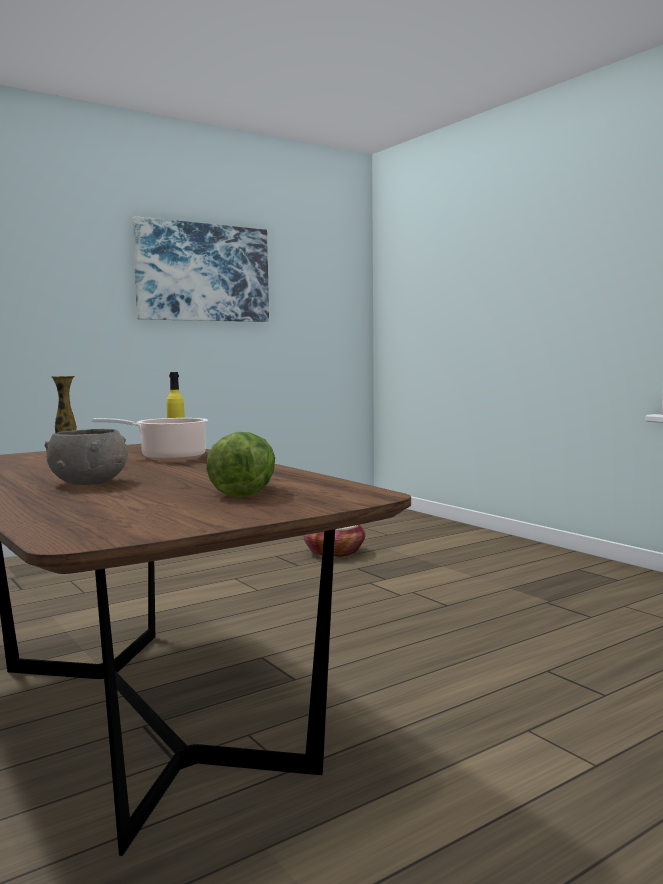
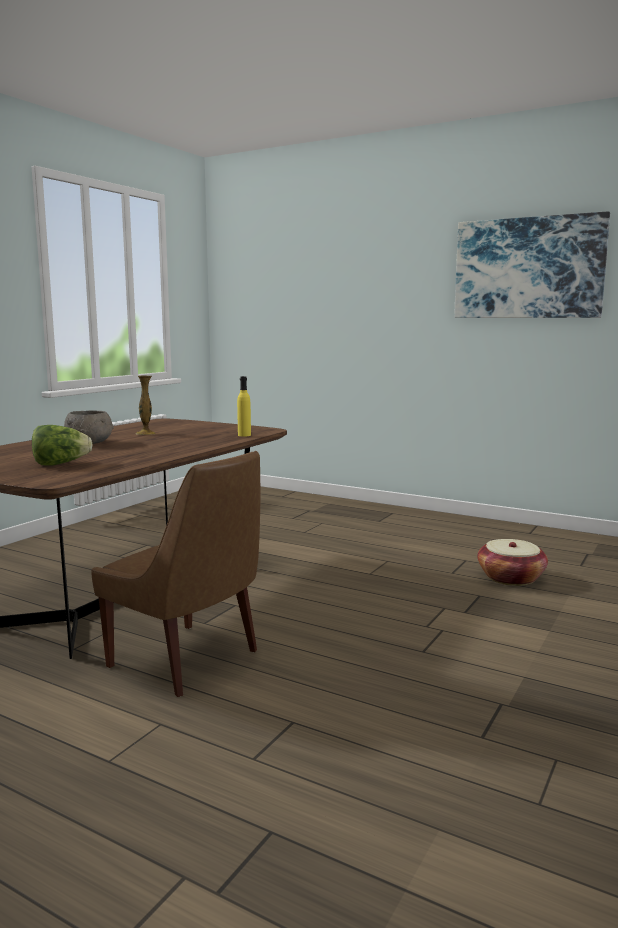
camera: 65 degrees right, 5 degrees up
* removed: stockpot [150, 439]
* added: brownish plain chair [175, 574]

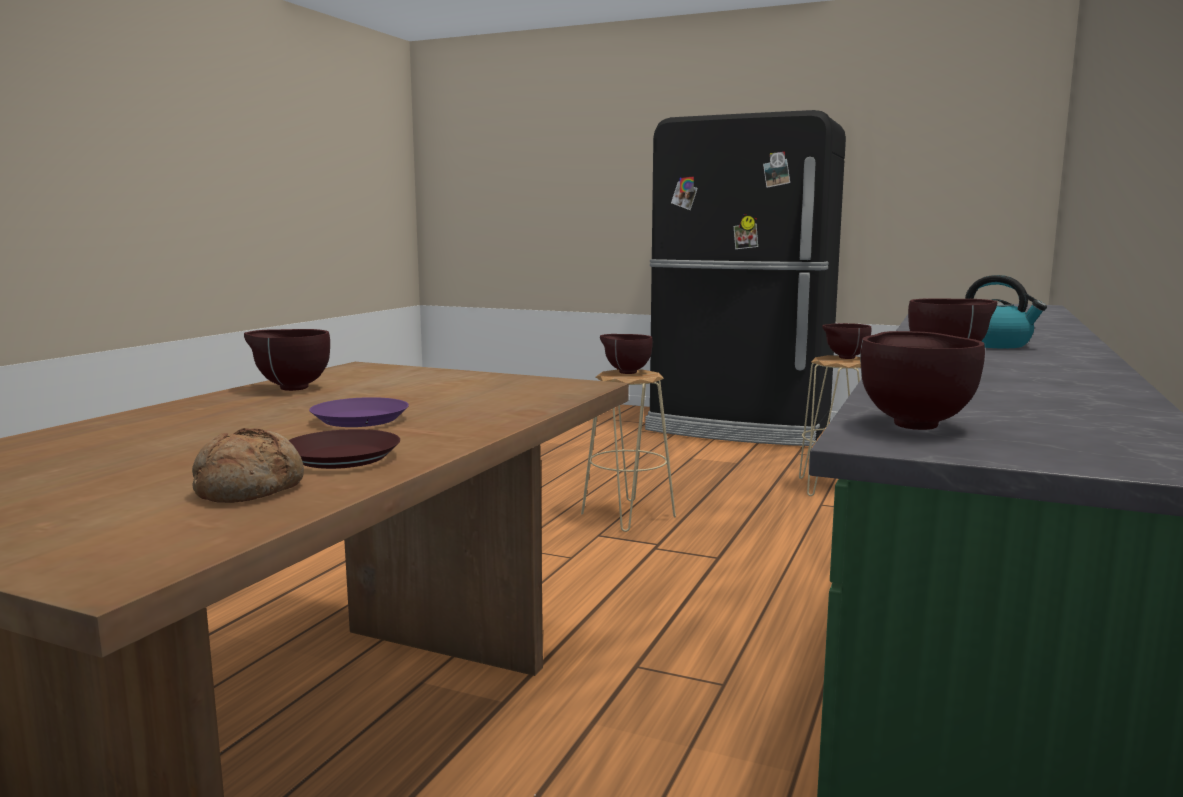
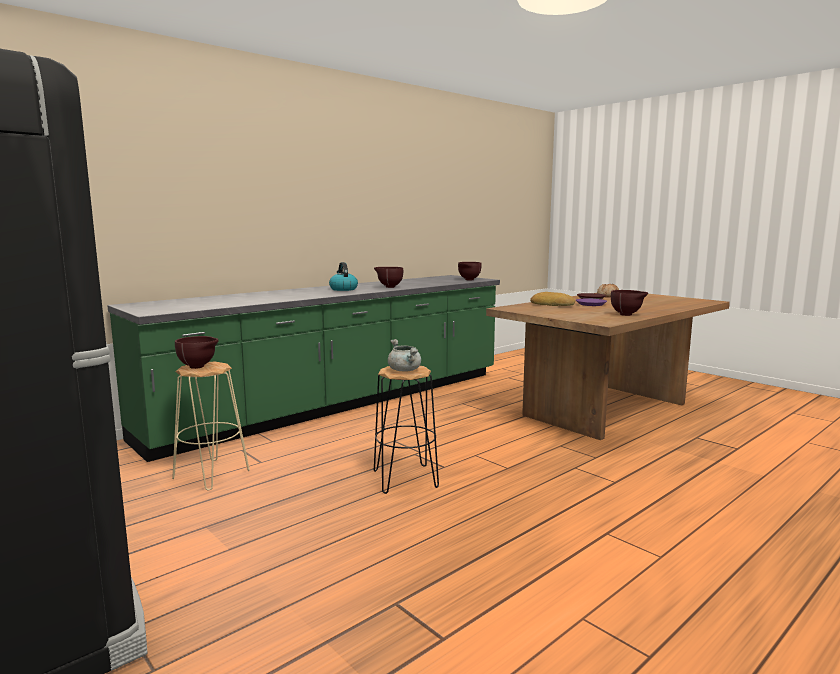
camera: 155 degrees left, 0 degrees up
* replaced: brownish serving bowl [626, 354] to grey stockpot [404, 355]
* recoloured: beige-coloured sitting stool [628, 450] to black-coloured sitting stool [406, 430]
* added: baked bread [552, 299]

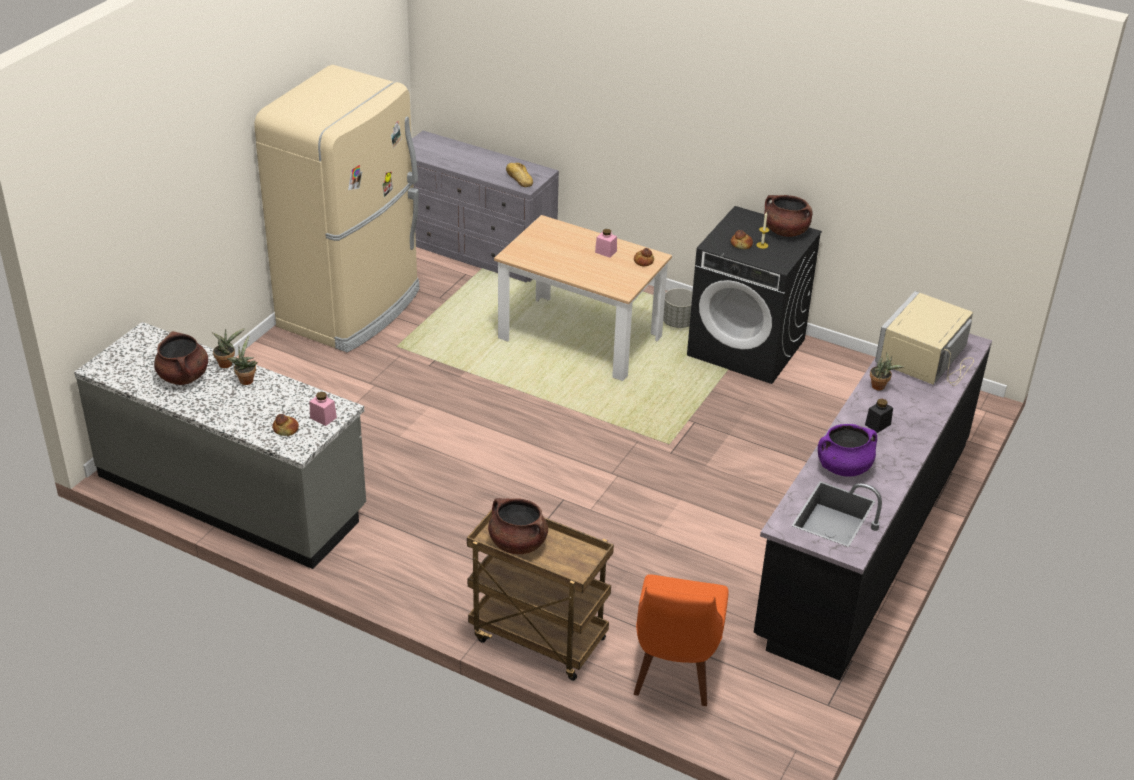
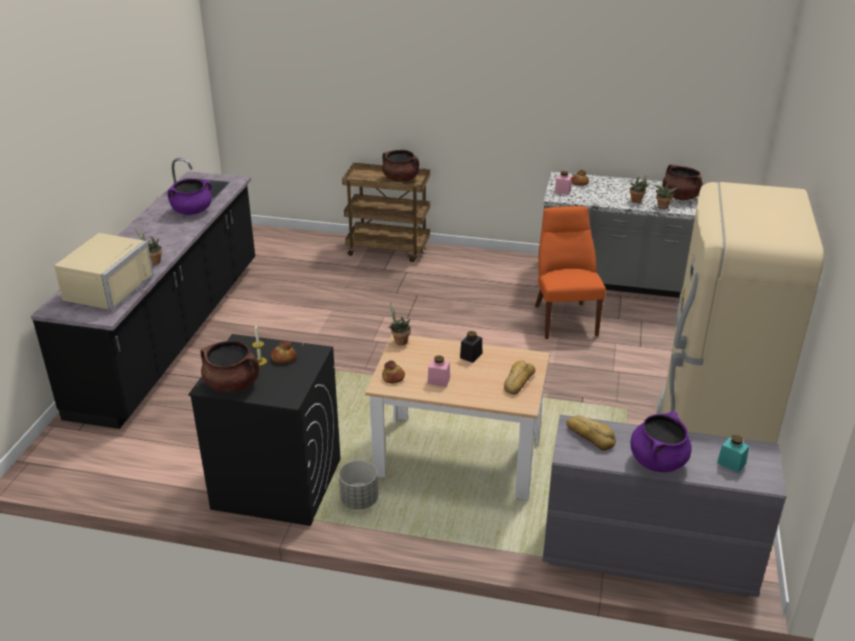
camera: 165 degrees right, 5 degrees down
* moved: black-coloured jar [879, 416] to [471, 347]
* moved: orangey plain chair [681, 640] to [570, 272]
* added: potted plant [399, 323]
* added: baked bread [519, 377]
* added: purple stockpot [661, 441]
* added: turquoise-coloured jar [733, 454]

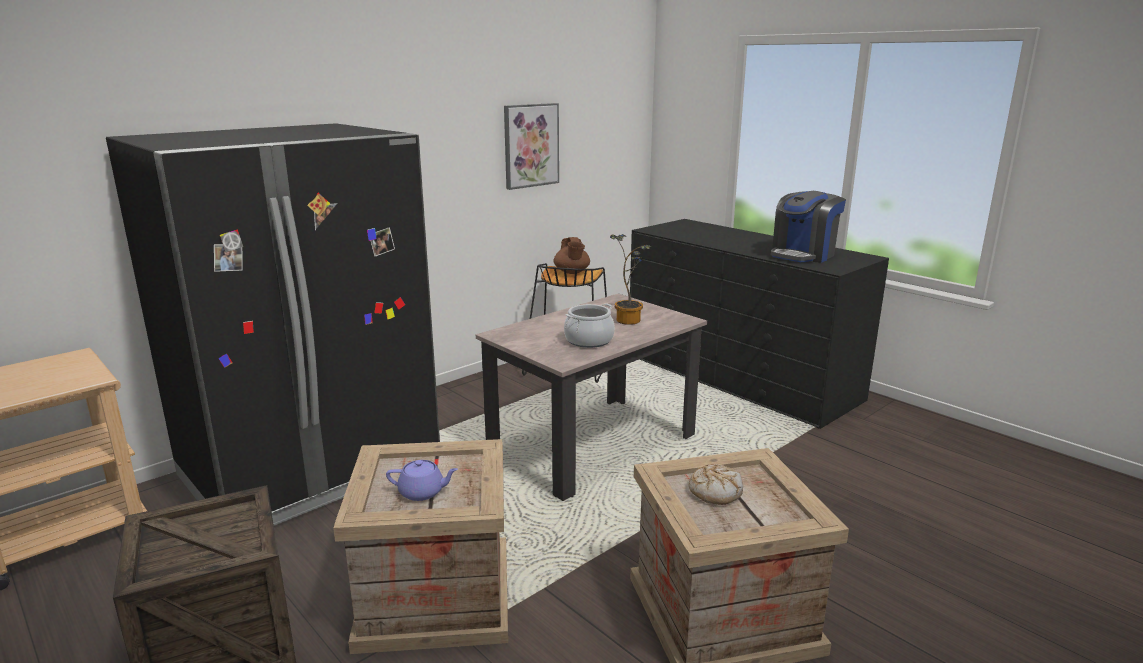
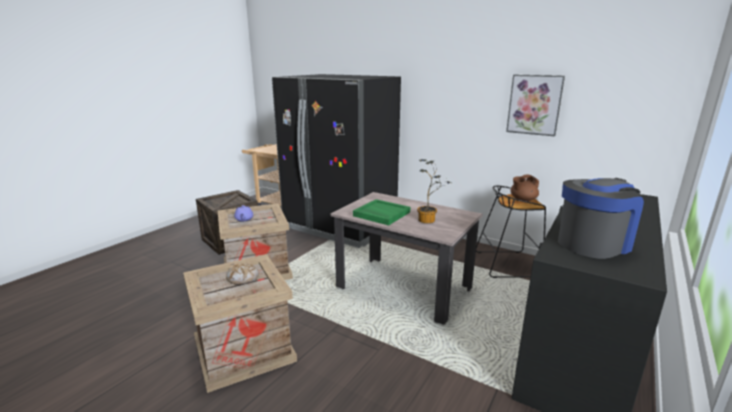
camera: 75 degrees right, 0 degrees up
* turned: coffee brewer [808, 227] = [601, 218] 120 degrees clockwise
* replaced: stockpot [589, 325] to green tray [381, 212]

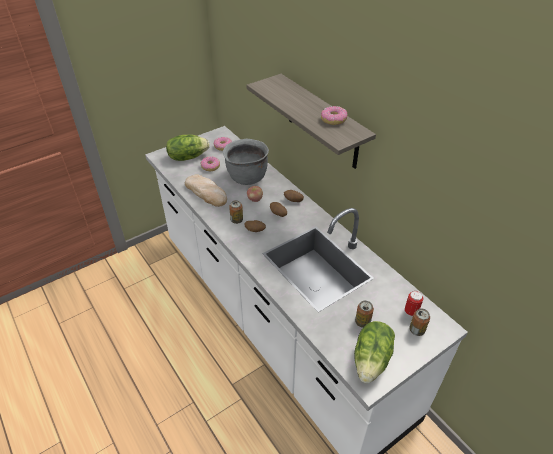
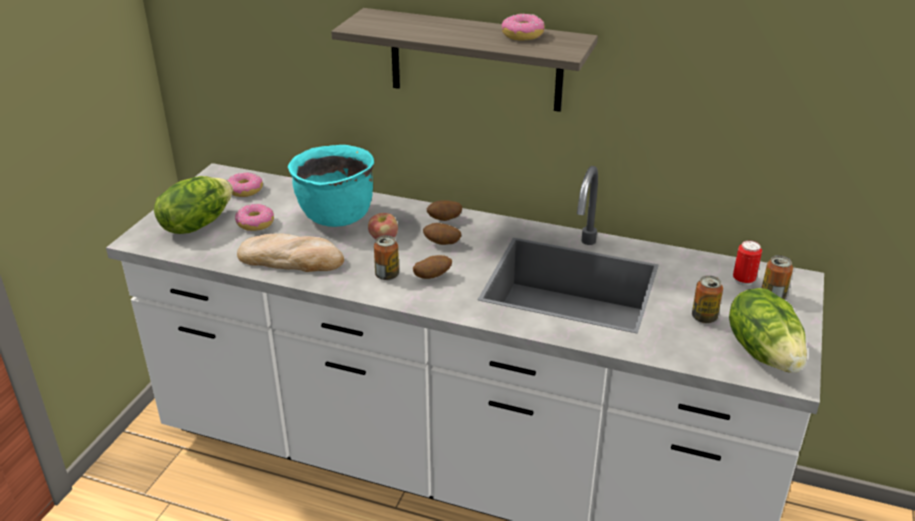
camera: 35 degrees left, 10 degrees down
* recoloured: grey stockpot [246, 162] to turquoise-coloured stockpot [331, 186]

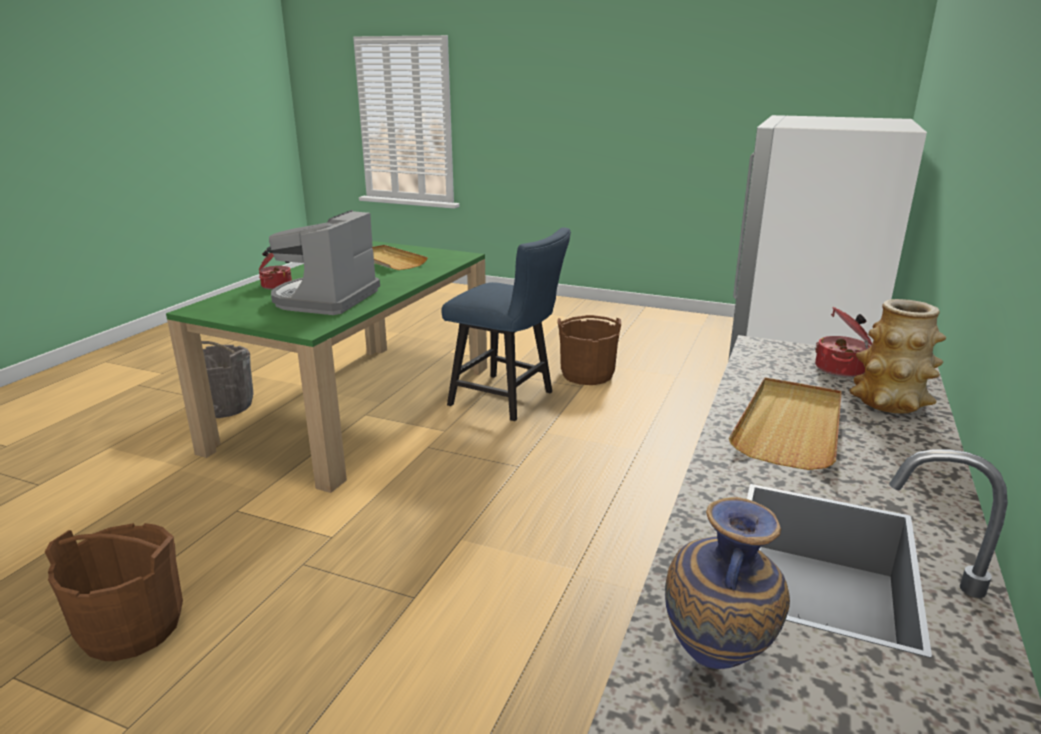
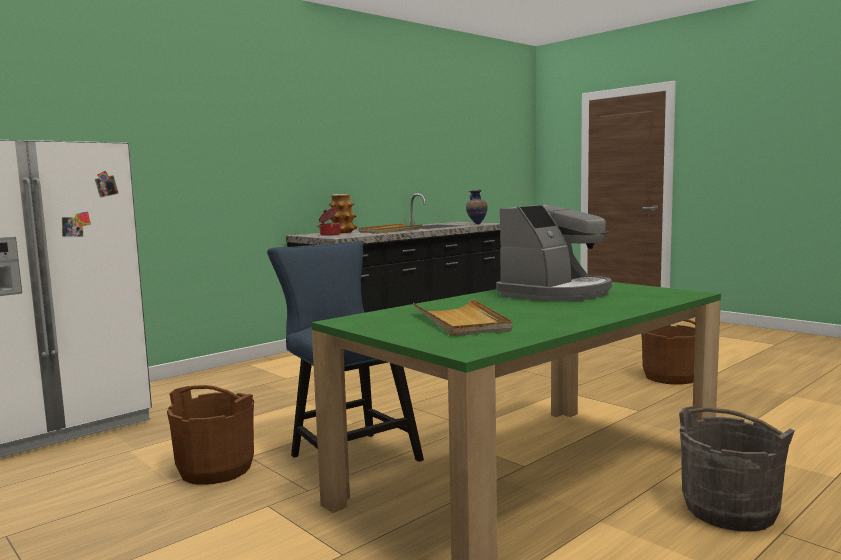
camera: 155 degrees left, 15 degrees down
* removed: stockpot [275, 270]

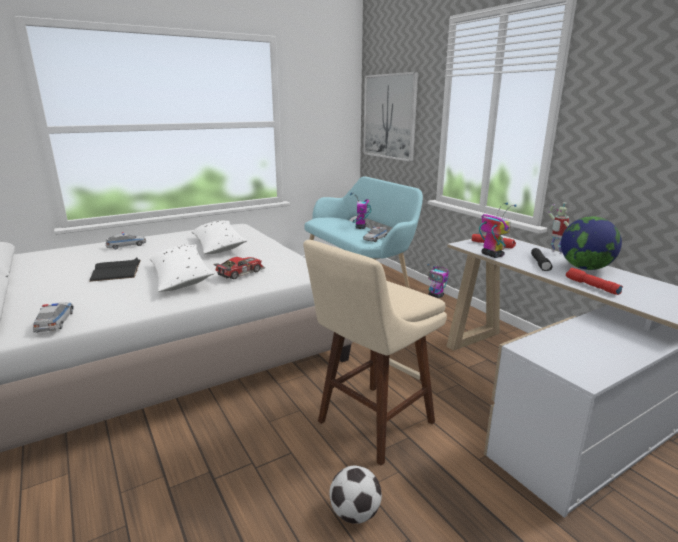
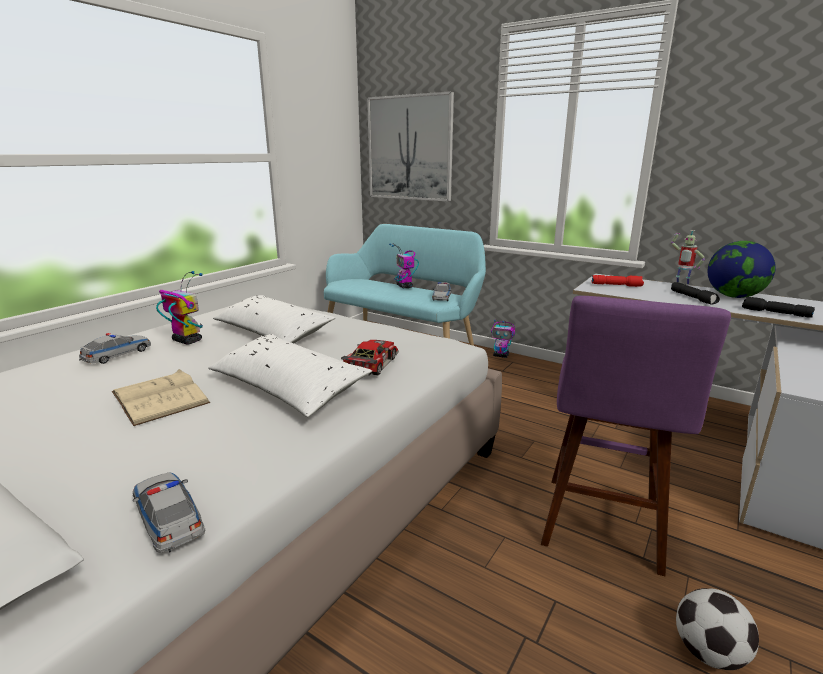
camera: 25 degrees left, 0 degrees up
* moved: robot figure [498, 230] to [179, 308]
* recoloured: beige-coloured sitting stool [375, 353] to purple sitting stool [636, 436]
* recoloured: black-coloured bound book [115, 269] to beige-coloured bound book [161, 397]
* recoloured: reddish hand torch [594, 281] to black-coloured hand torch [778, 307]

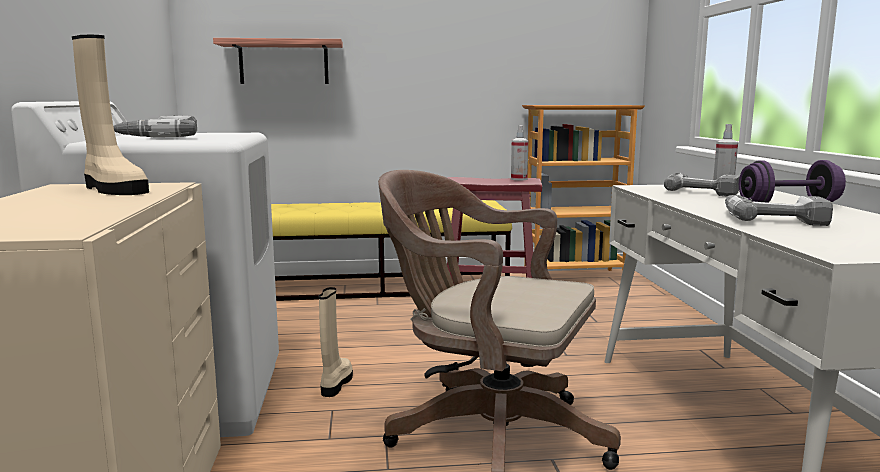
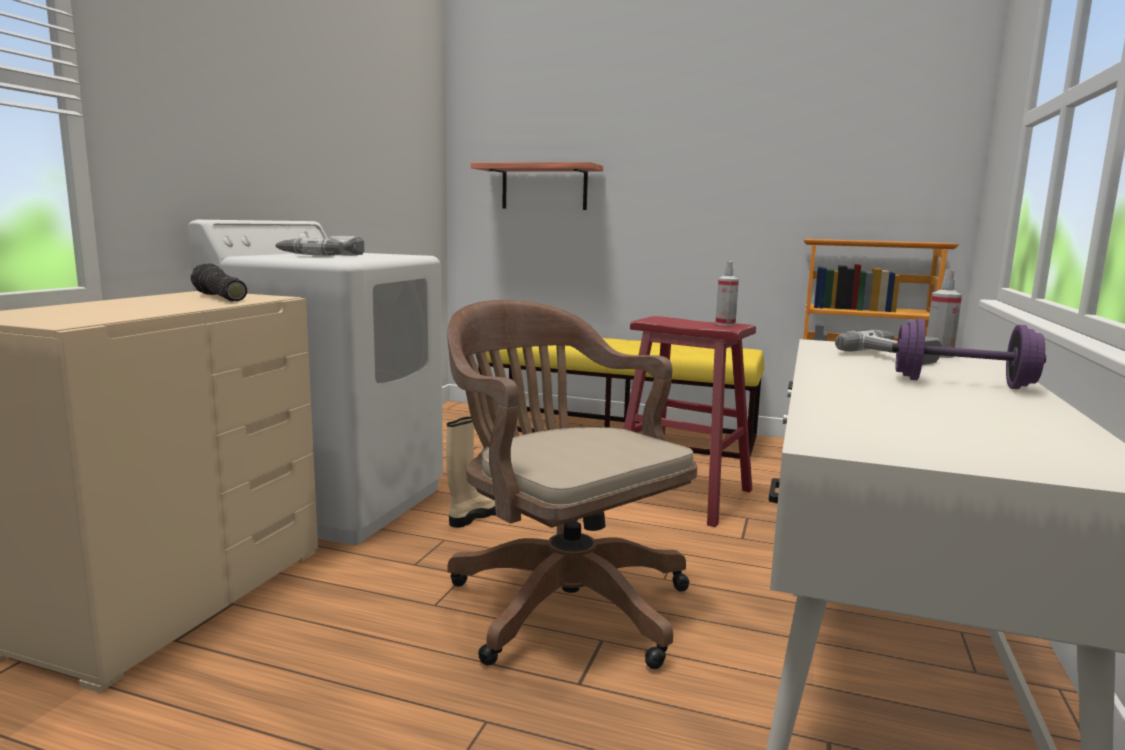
camera: 25 degrees right, 0 degrees up
* replaced: beige-coloured boot [110, 115] to hand torch [219, 282]
* removed: electric drill [779, 210]

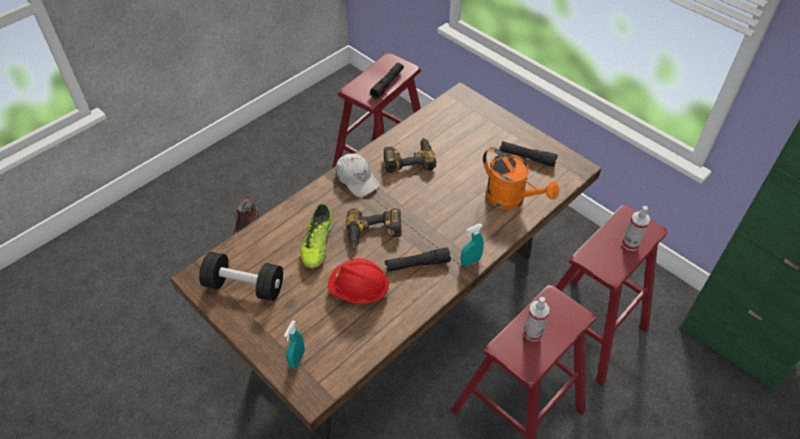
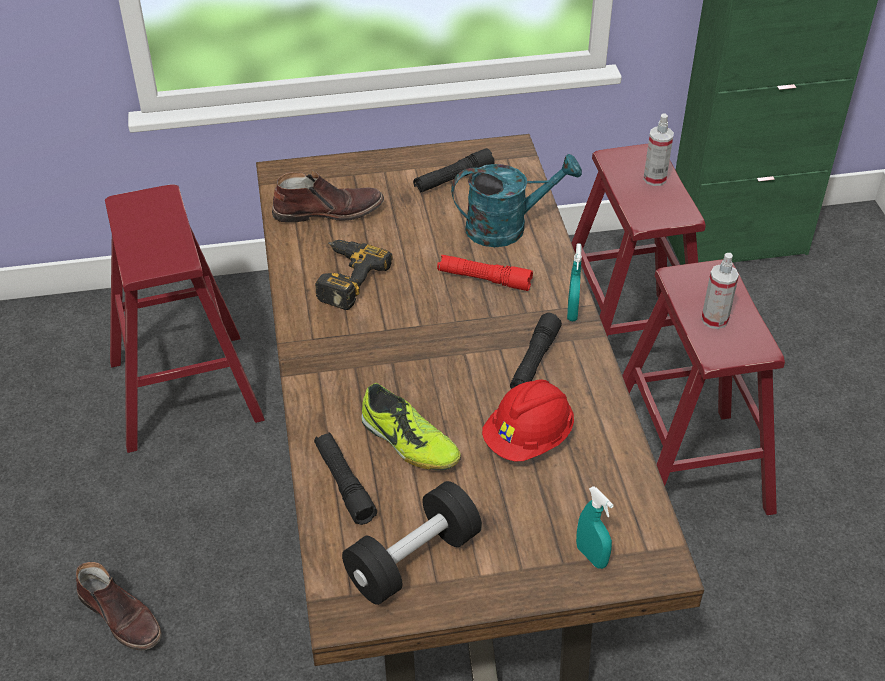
camera: 55 degrees left, 5 degrees down
* moved: black-coloured hand torch [387, 81] to [345, 478]
* recoloured: orangey sprinkling can [521, 178] to turquoise-coloured sprinkling can [516, 200]
* removed: whitish cap [358, 175]
* removed: electric drill [374, 228]
* added: brownish boot [328, 197]
* added: reddish hand torch [485, 273]

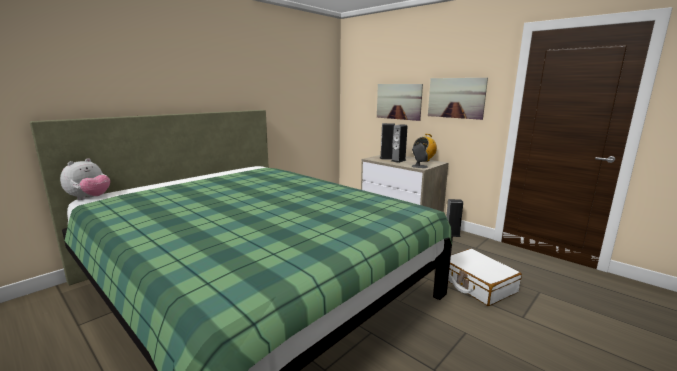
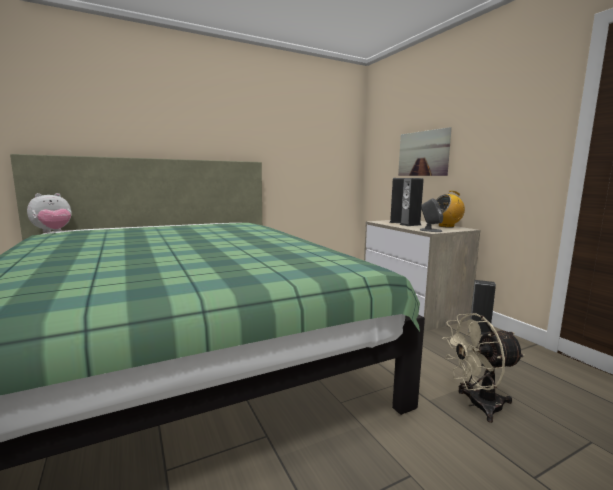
camera: 20 degrees right, 5 degrees down
* removed: wall picture [458, 99]
* replaced: whitish suitcase [485, 277] to beige-coloured cooling fan [483, 368]

